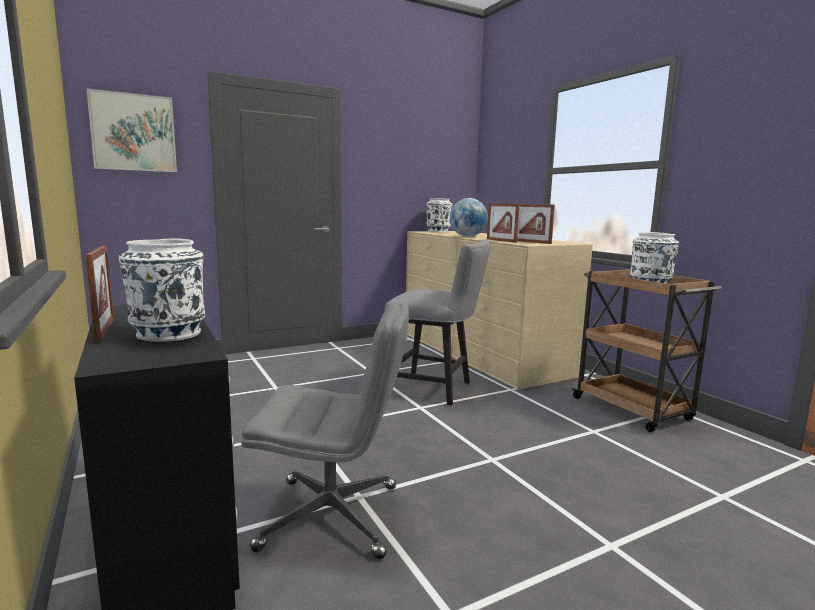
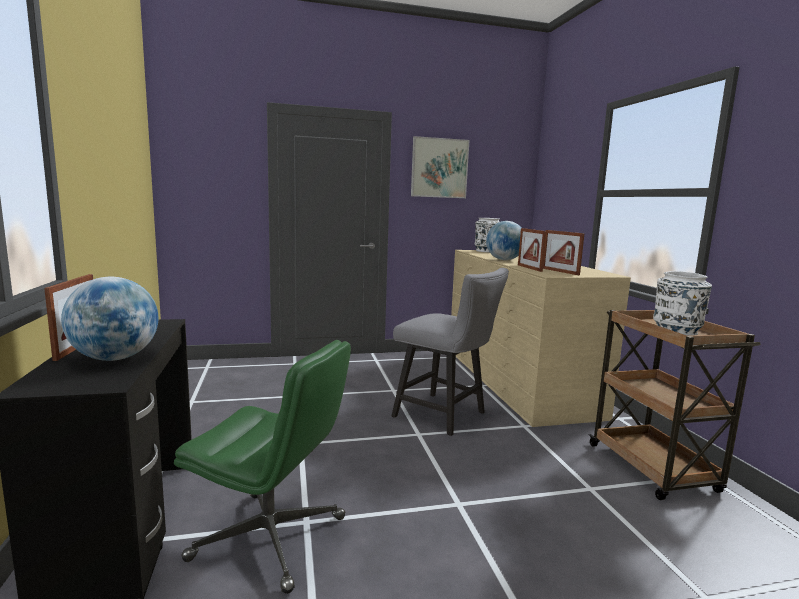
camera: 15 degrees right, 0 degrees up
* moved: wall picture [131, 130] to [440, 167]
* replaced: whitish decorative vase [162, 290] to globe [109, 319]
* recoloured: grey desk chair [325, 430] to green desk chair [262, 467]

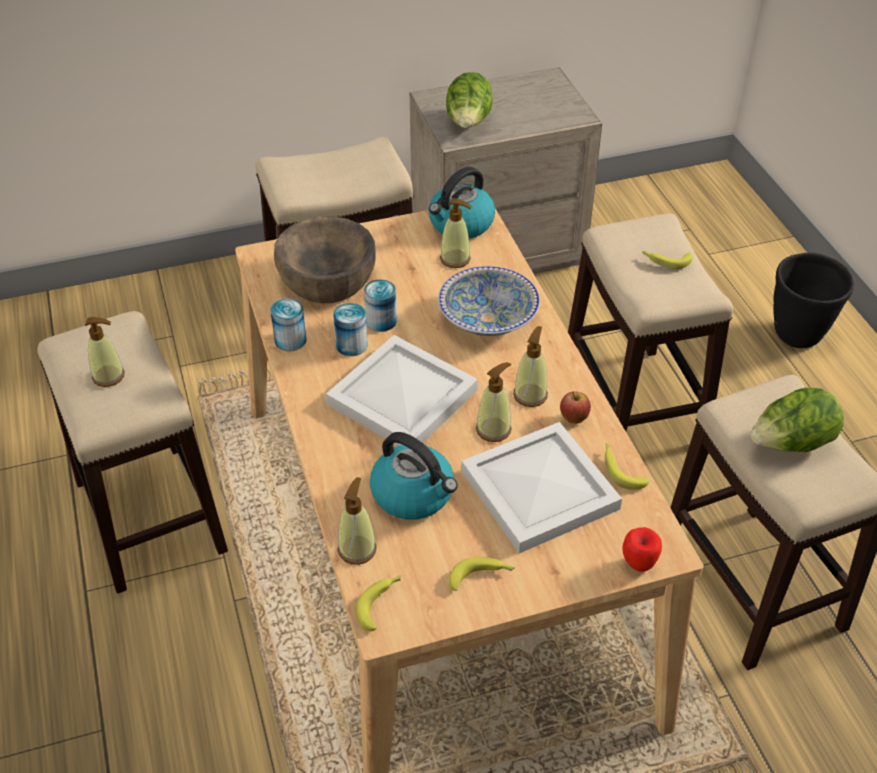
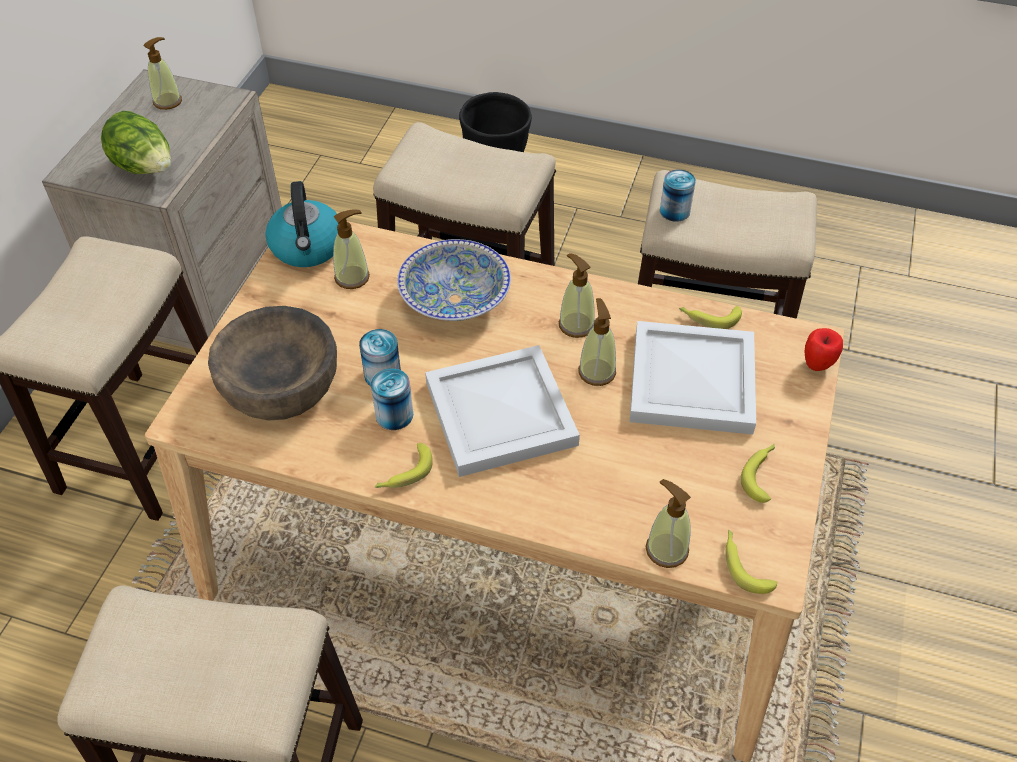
camera: 55 degrees left, 5 degrees up
* moved: banana fruit [667, 260] to [404, 465]
* moved: can [288, 324] to [678, 195]
* moved: soap dispenser [105, 352] to [162, 73]
* removed: lettuce head [797, 420]
* removed: apple [575, 407]
* removed: water kettle [414, 476]

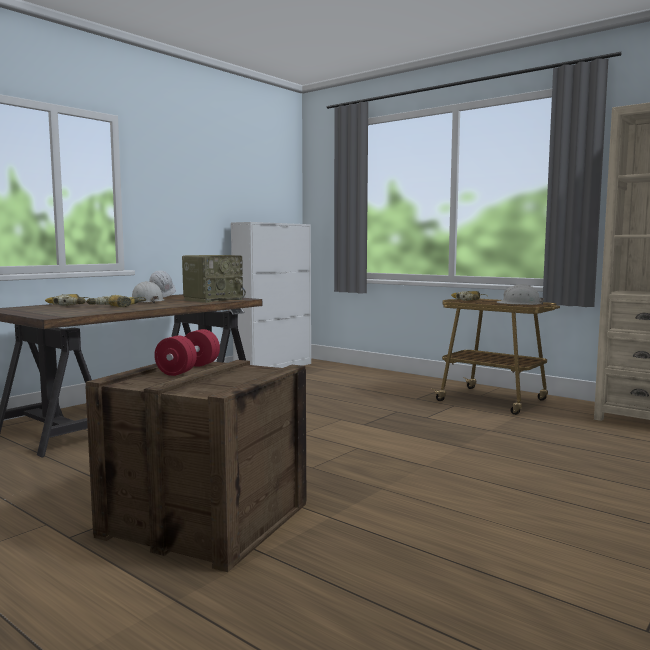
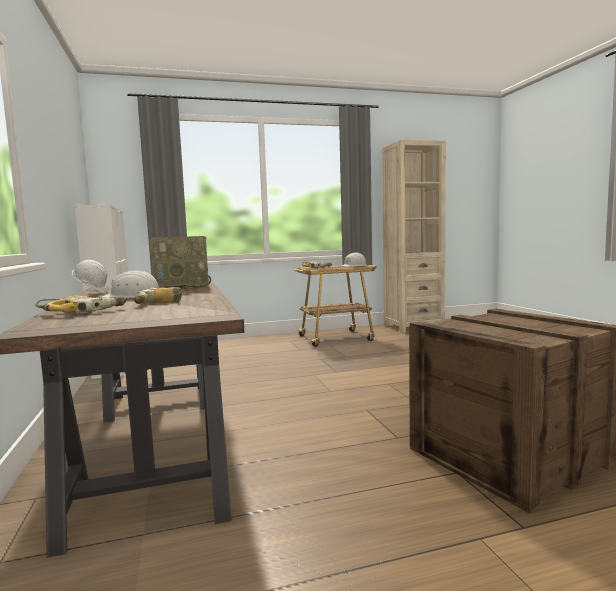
camera: 55 degrees left, 0 degrees up
* turned: radio set [214, 279] = [180, 262] 90 degrees clockwise
* removed: reddish hand weight [187, 352]

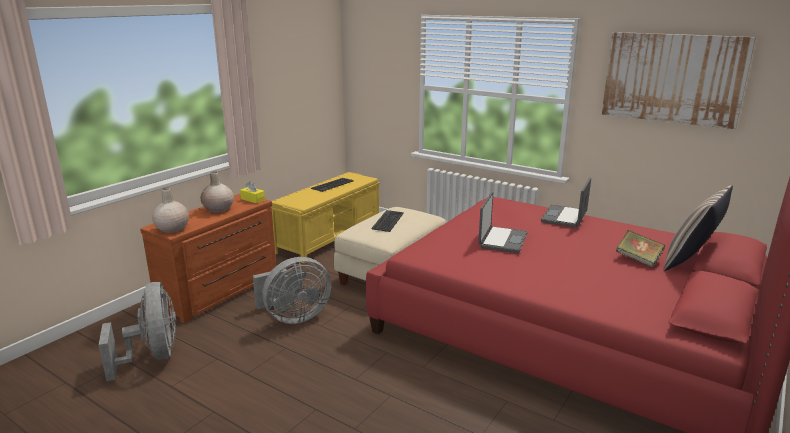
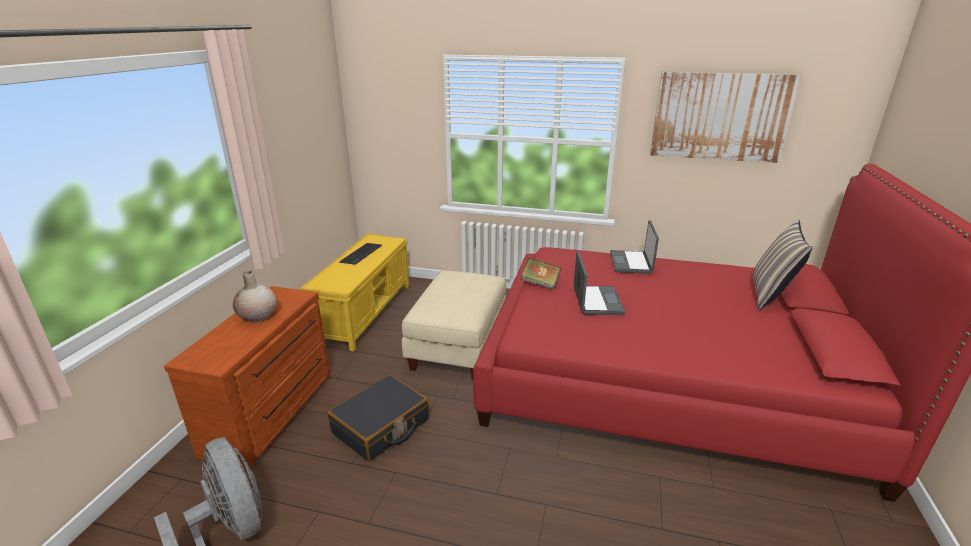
camera: 20 degrees left, 5 degrees up
* removed: yellow-coloured tissue box [252, 192]
* removed: beige-coloured decorative vase [170, 210]
* removed: PC keyboard [387, 221]
* moved: bound book [640, 249] to [541, 274]
* replaced: grey cooling fan [292, 290] to black-coloured suitcase [378, 418]

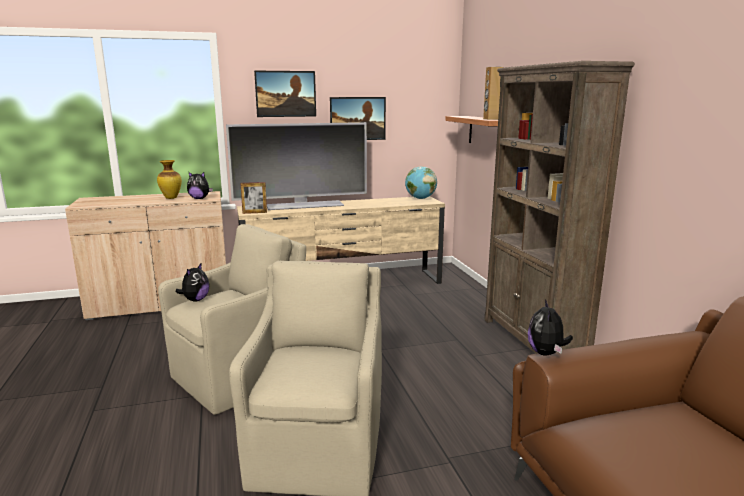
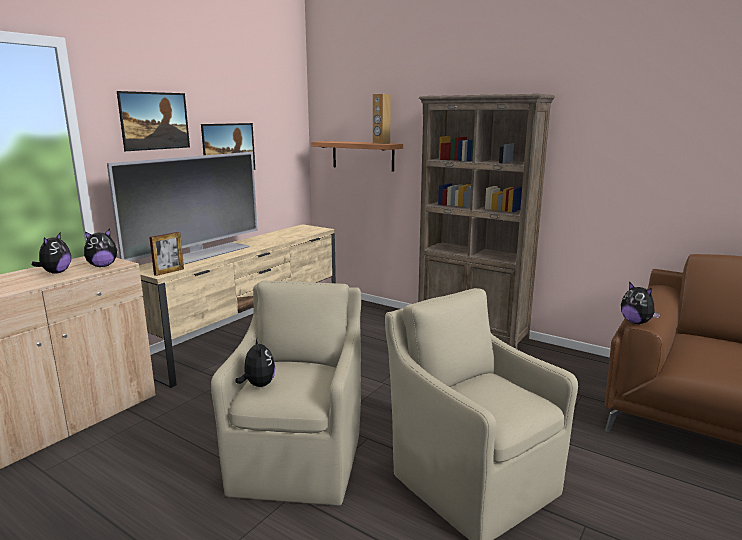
camera: 40 degrees left, 0 degrees up
* replaced: decorative vase [169, 179] to plush toy [51, 253]
* removed: globe [421, 183]

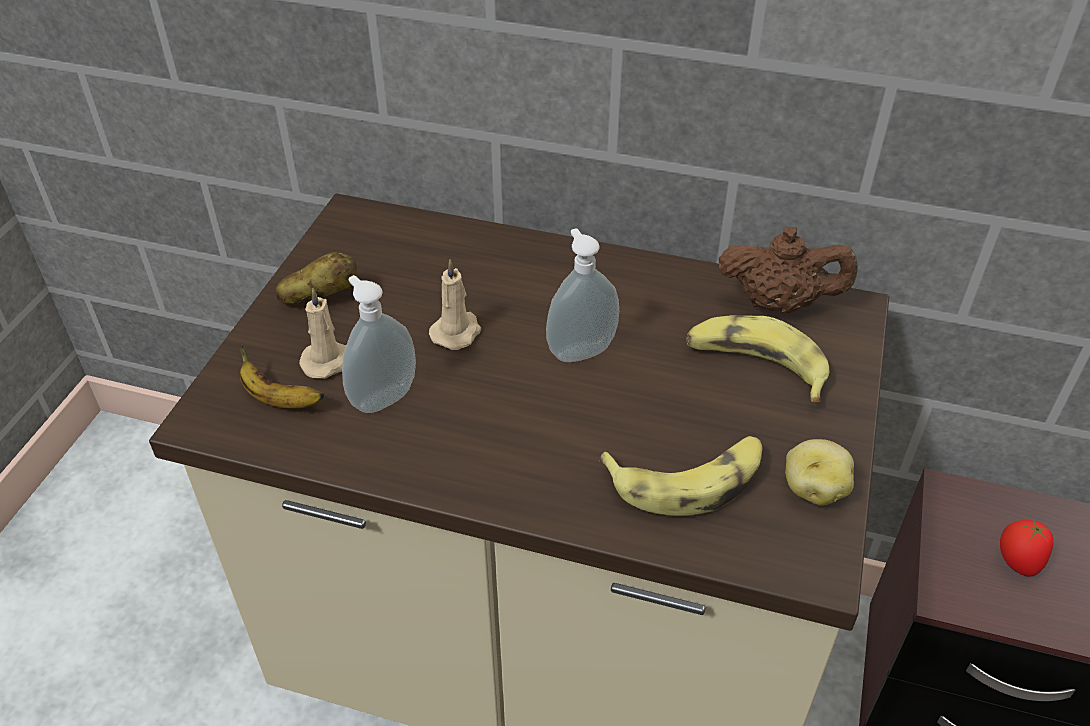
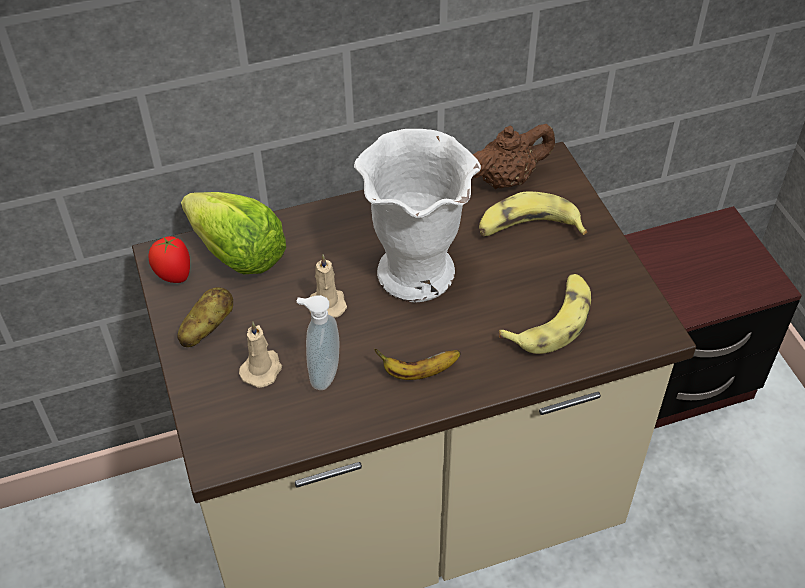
camera: 35 degrees left, 5 degrees up
* replaced: soap dispenser [582, 295] to whitish decorative vase [417, 216]
* moved: banana fruit [282, 377] to [417, 364]
* removed: potato [819, 472]
* moved: fresh tomato [1026, 548] to [169, 259]
* added: lettuce head [233, 233]

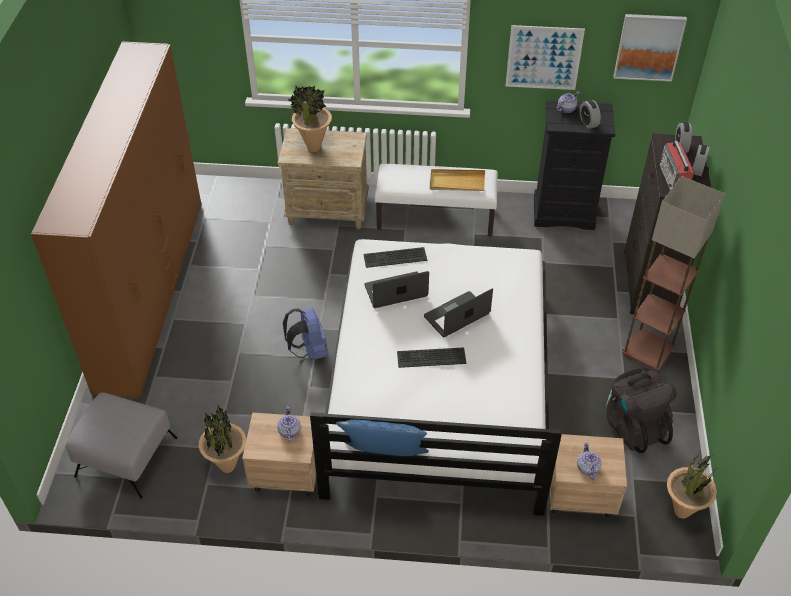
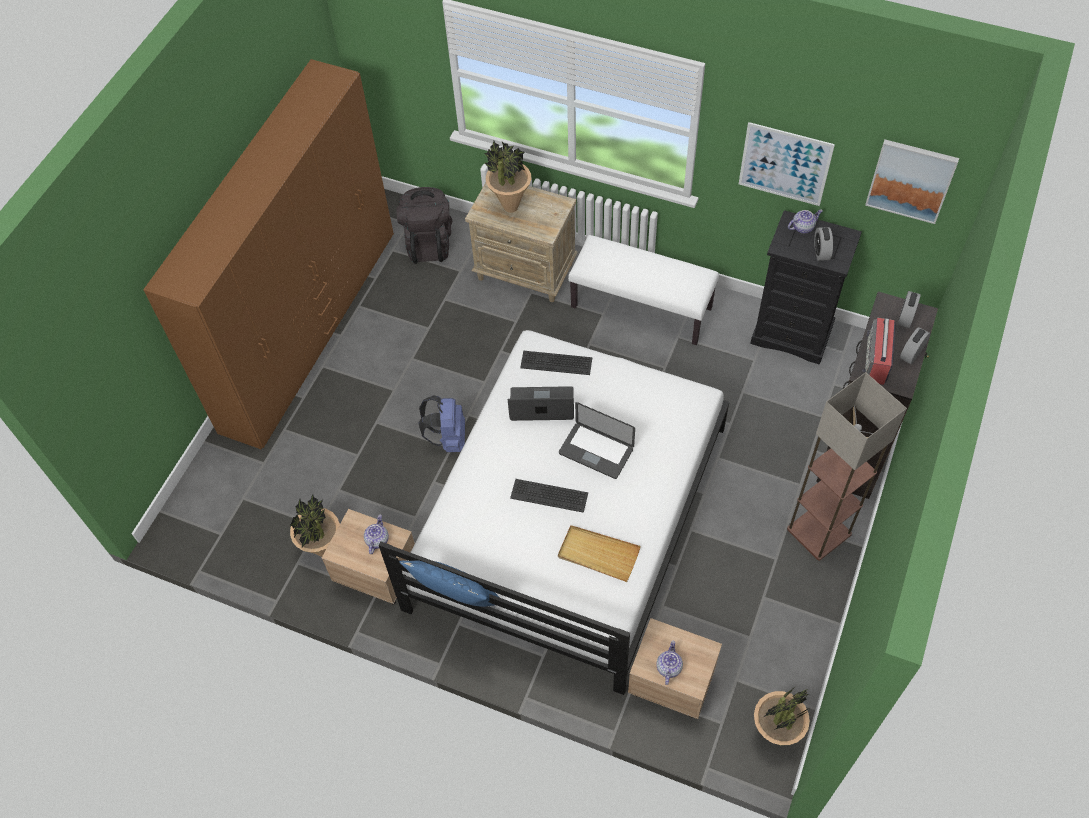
camera: 20 degrees right, 10 degrees up
* moved: beige-coloured tray [457, 180] to [599, 553]
* turned: portable computer [458, 313] = [597, 440] 135 degrees counterclockwise
* moved: black-coloured backpack [641, 410] to [424, 225]
* removed: grey footrest [121, 445]

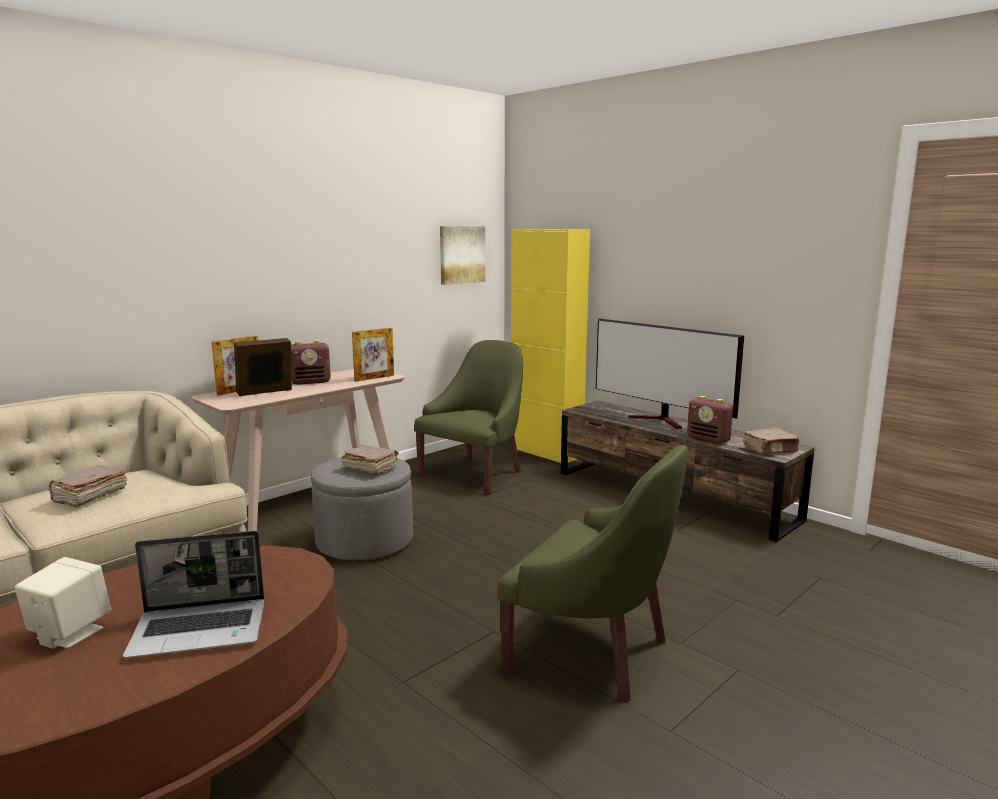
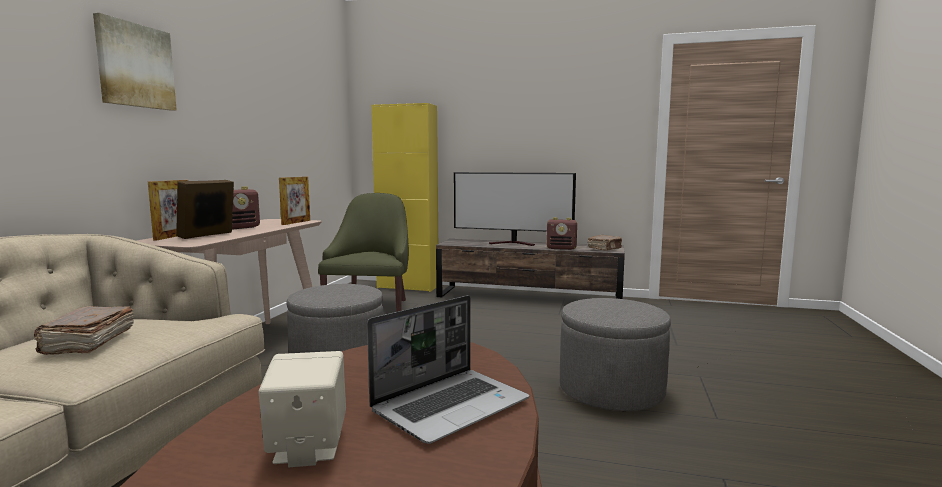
camera: 30 degrees left, 5 degrees down
* moved: wall picture [462, 255] to [135, 62]
* removed: brownish bound book [370, 459]
* replaced: green easy chair [592, 573] to grey footrest [615, 354]

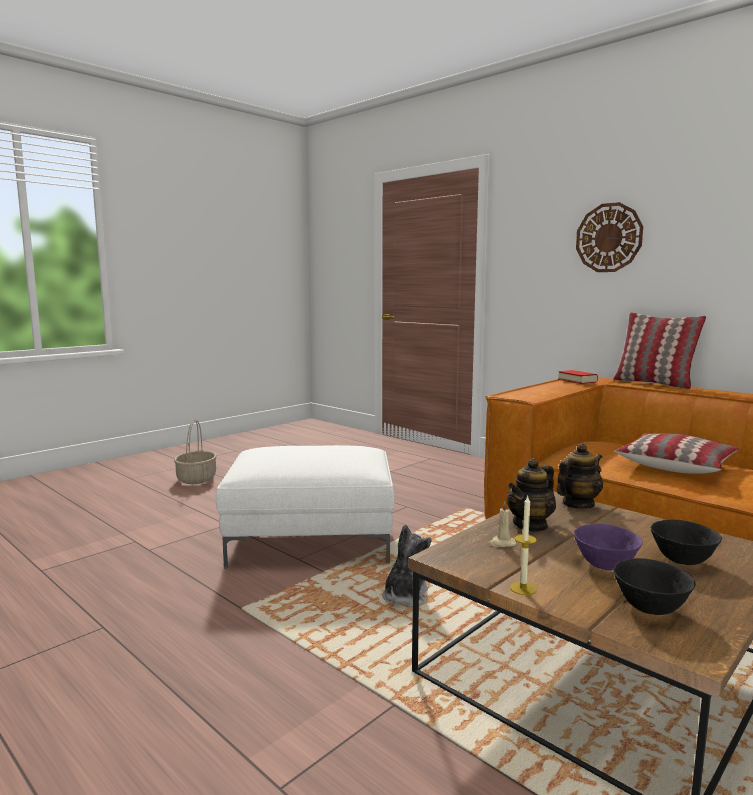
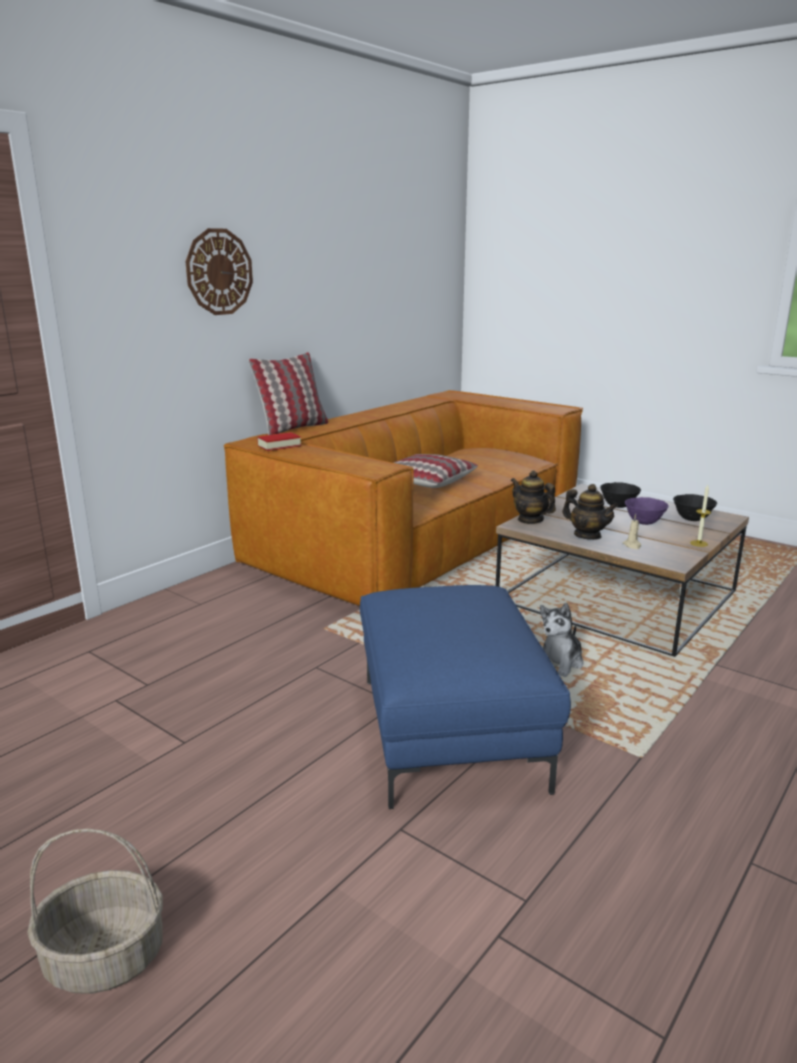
camera: 95 degrees left, 10 degrees up
* recoloured: whitish footrest [305, 506] to blue-coloured footrest [465, 697]
* turned: plush toy [407, 565] = [561, 640] 75 degrees counterclockwise

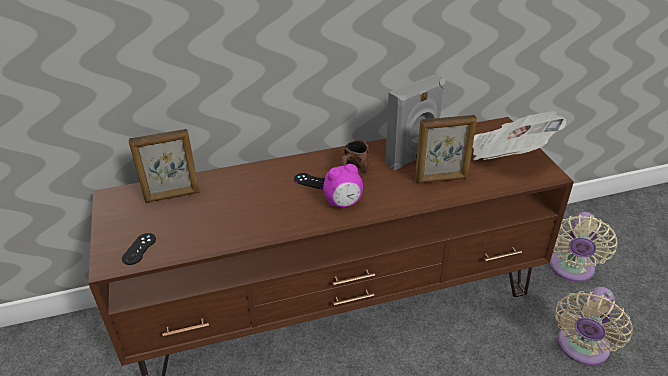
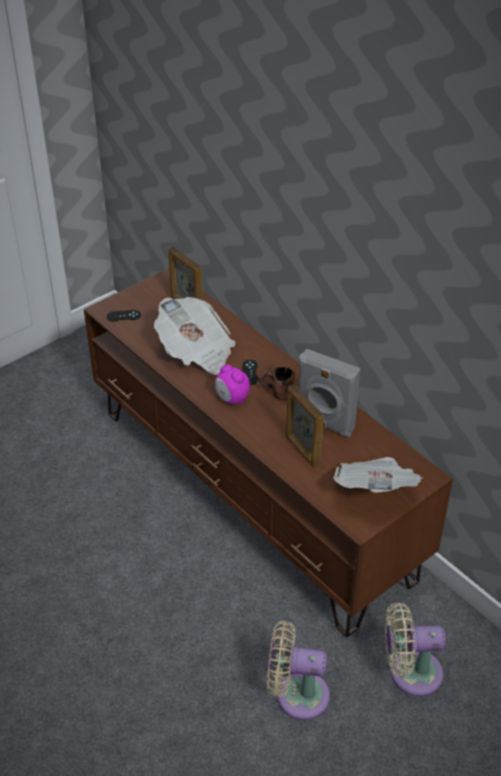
camera: 65 degrees right, 5 degrees up
* added: newspaper [195, 336]

